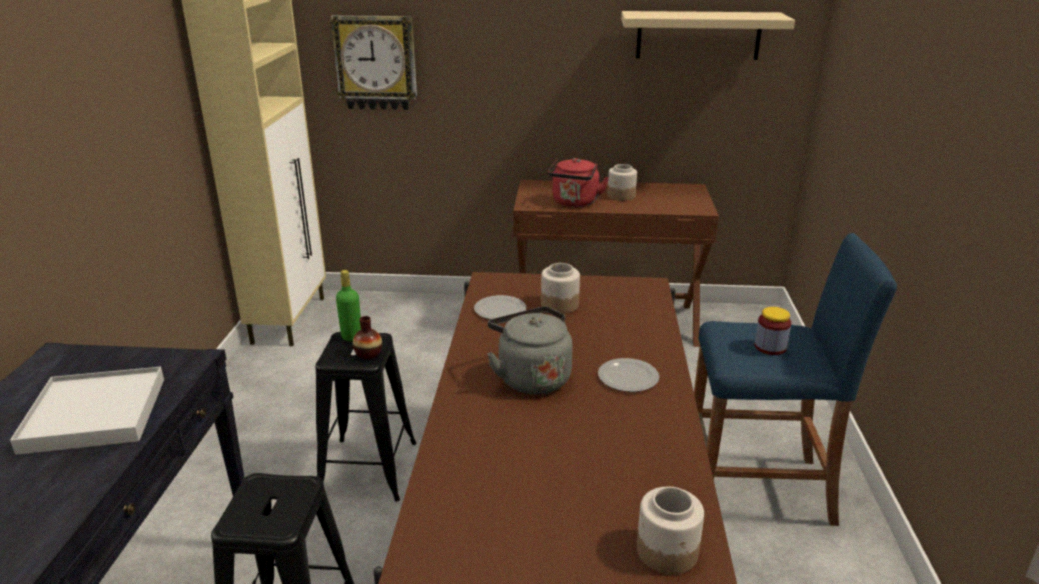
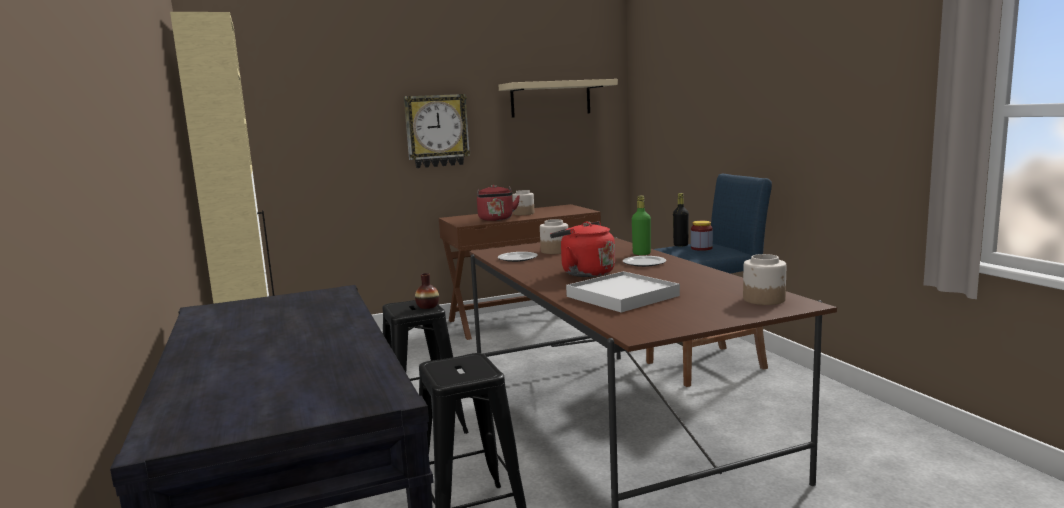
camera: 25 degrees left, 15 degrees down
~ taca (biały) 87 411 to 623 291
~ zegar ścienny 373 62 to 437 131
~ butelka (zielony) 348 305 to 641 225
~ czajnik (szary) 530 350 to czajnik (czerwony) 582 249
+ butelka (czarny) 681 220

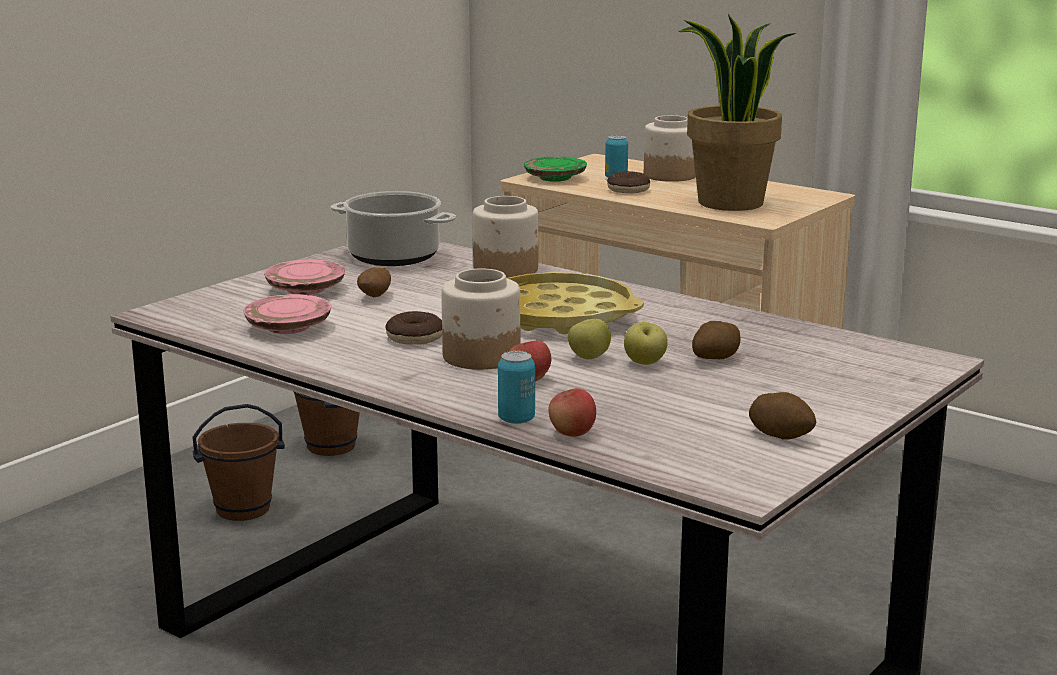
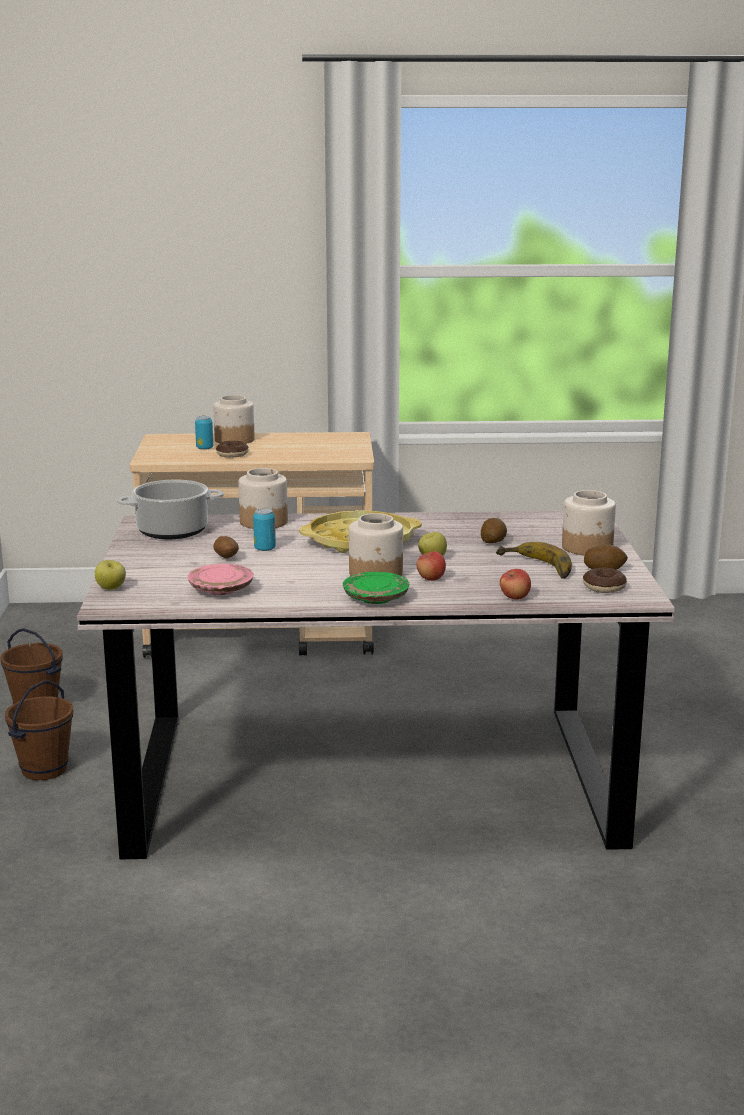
camera: 40 degrees left, 0 degrees up
- talerz (różowy) 304 277
~ donut 414 328 to 605 580
~ puszka 516 387 to 264 529
~ talerz (zielony) 555 169 to 376 588
~ jabłko 646 343 to 110 575
- roślina doniczkowa 737 112
+ banan 534 560
+ słoik 589 522

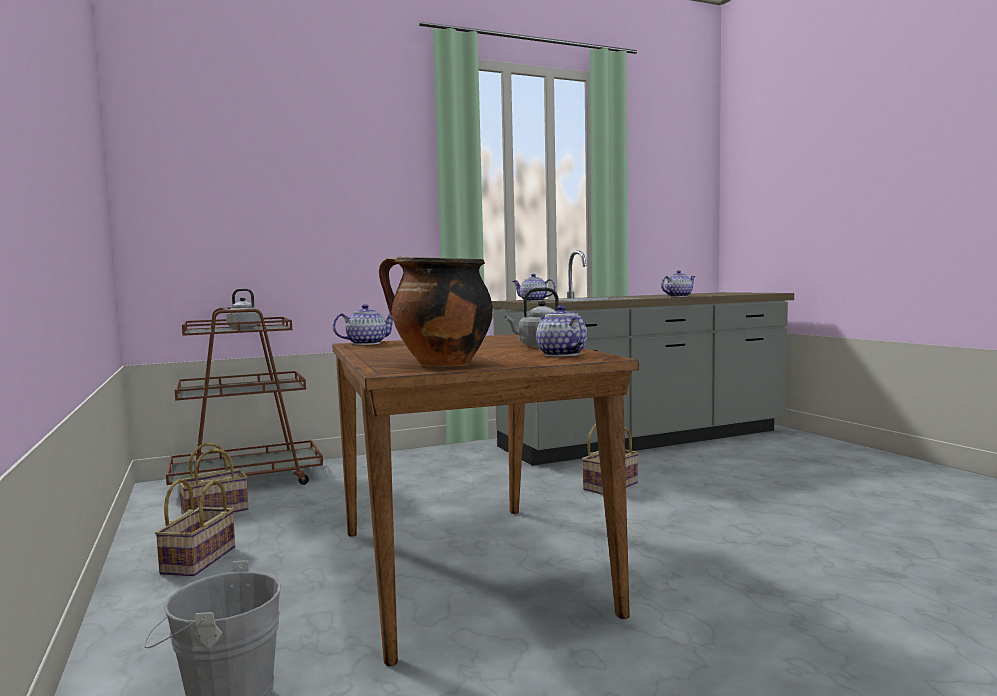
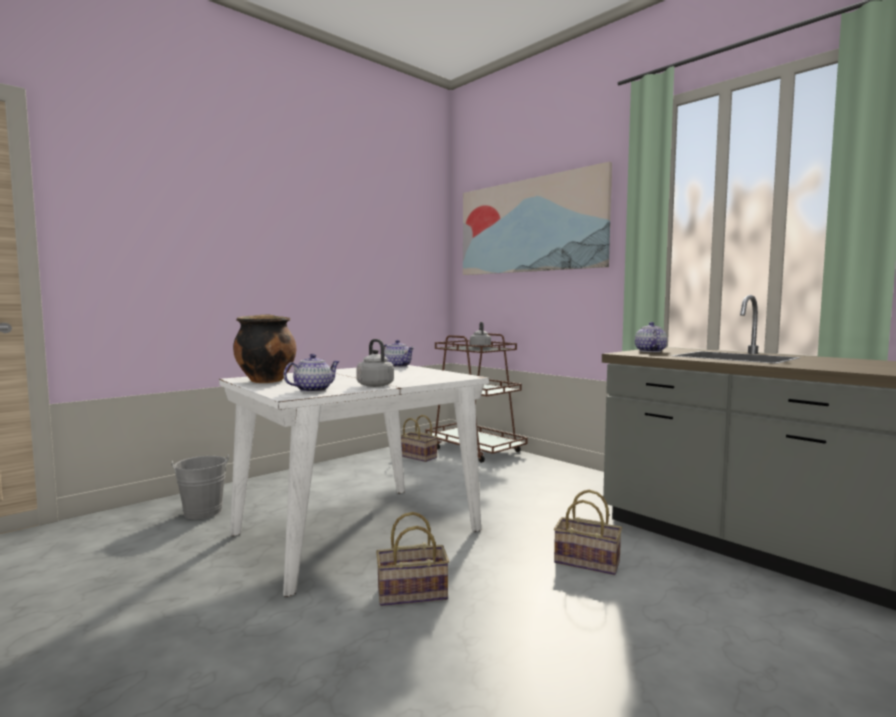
camera: 70 degrees right, 0 degrees up
~ koszyk 195 527 to 412 559
~ stół jadalny (brązowy) 485 500 to stół jadalny (biały) 354 481
- imbryk 678 283
+ obraz 537 218

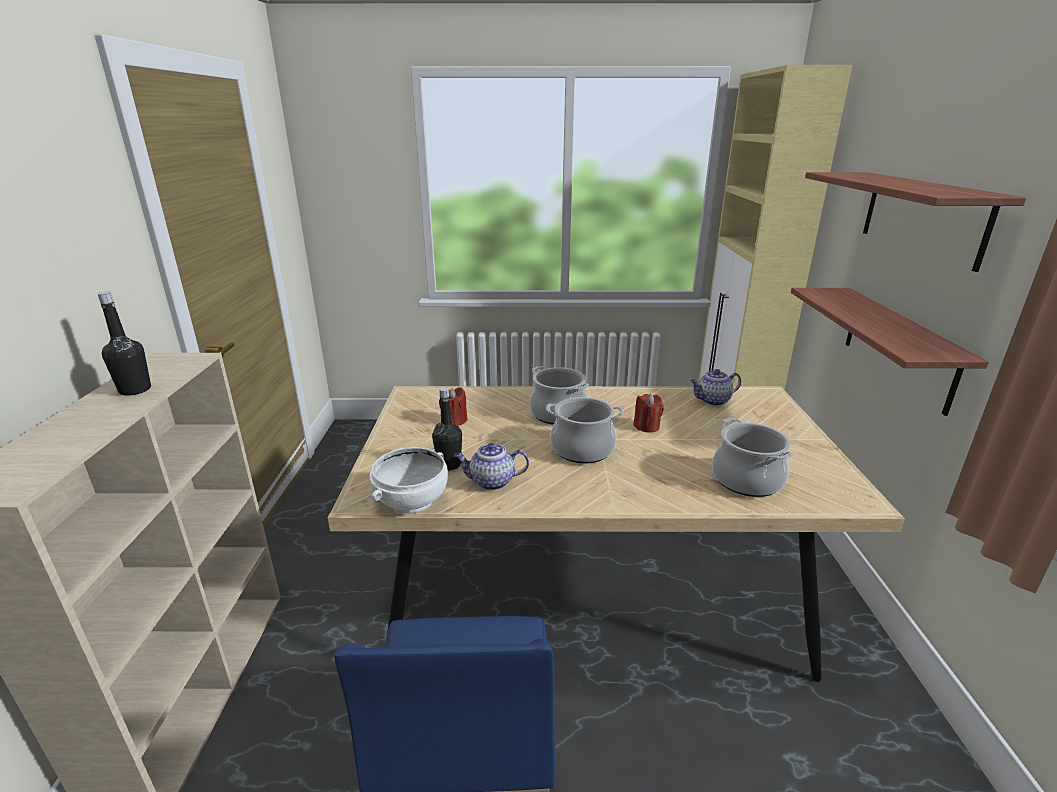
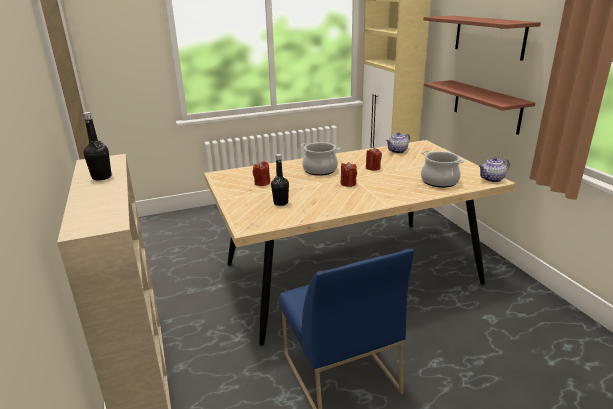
camera: 20 degrees left, 0 degrees up
- miska (biały) 409 480
~ imbryk 491 466 to 494 169
~ garnek 585 430 to świeca (czerwony) 348 174

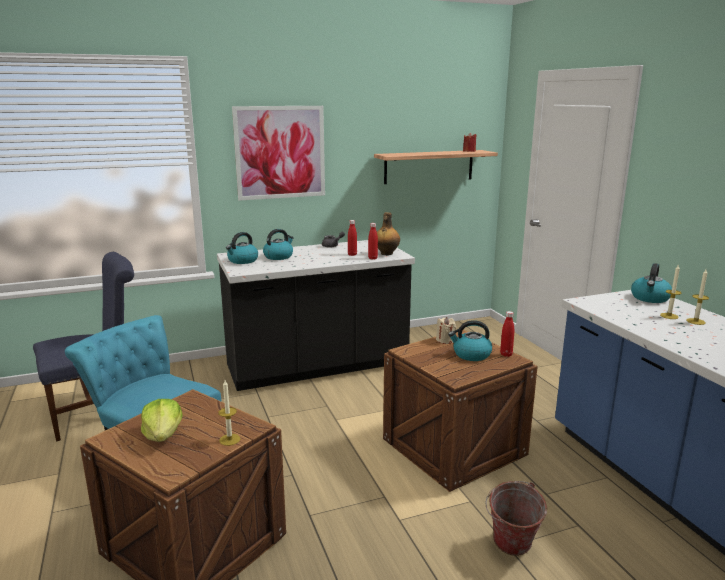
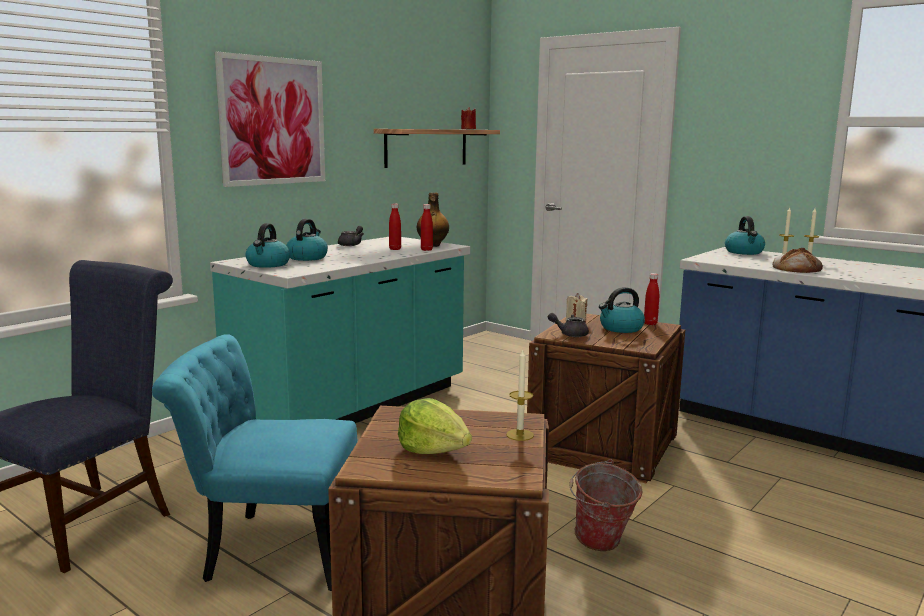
camera: 30 degrees left, 5 degrees down
~ zabudowa kuchenna (czarny) 316 315 to zabudowa kuchenna (turkusowy) 340 330
~ wiadro 516 518 to 606 505
+ imbryk (szary) 568 325
+ chleb 797 260

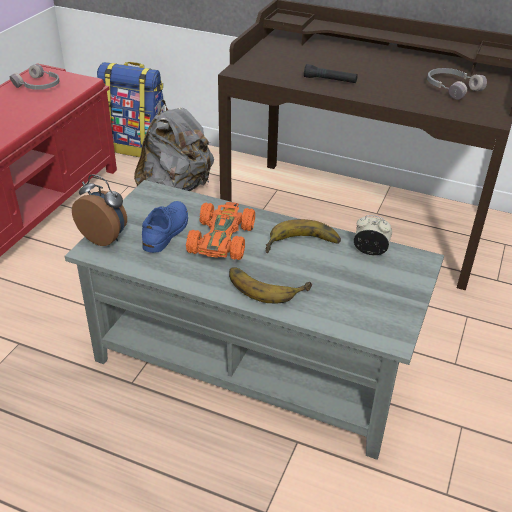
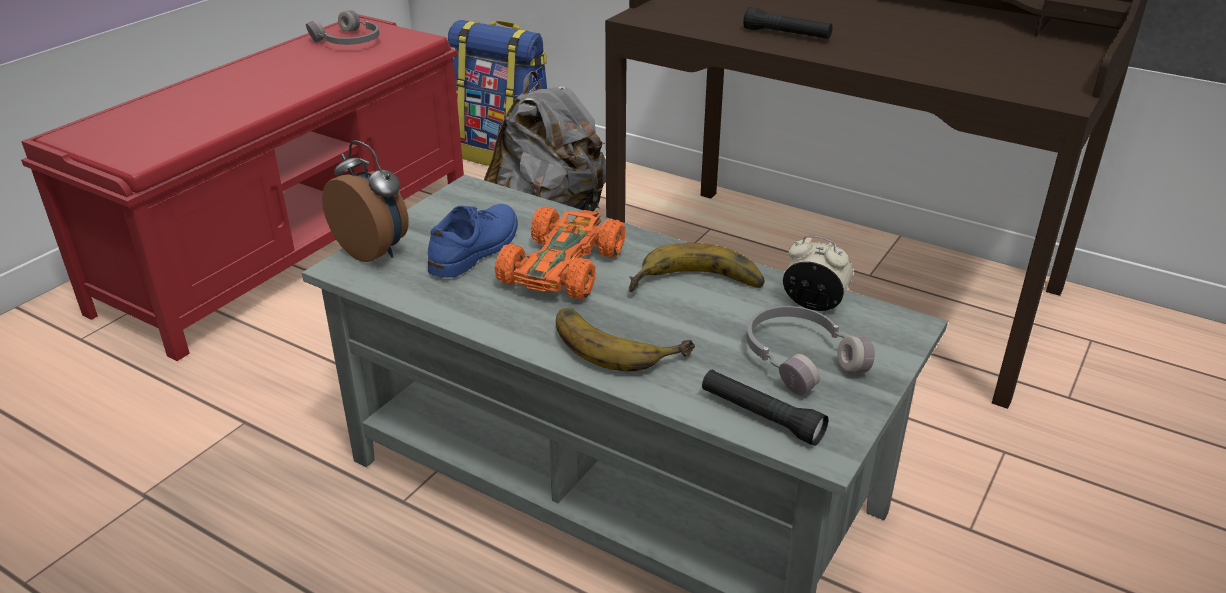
camera: 10 degrees right, 5 degrees down
~ słuchawki (szary) 457 84 to 810 350
+ latarka (czarny) 765 408

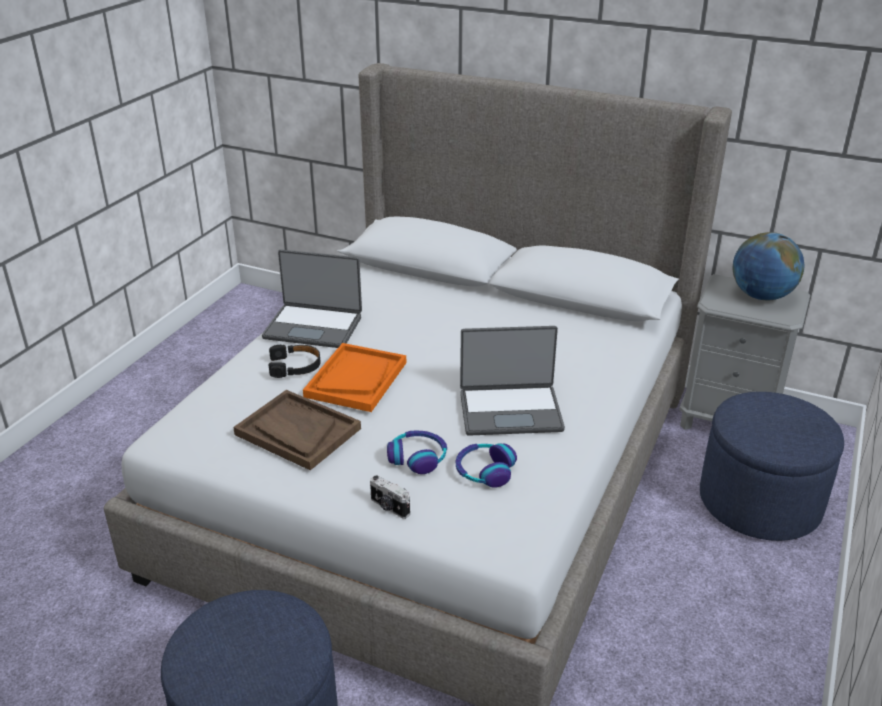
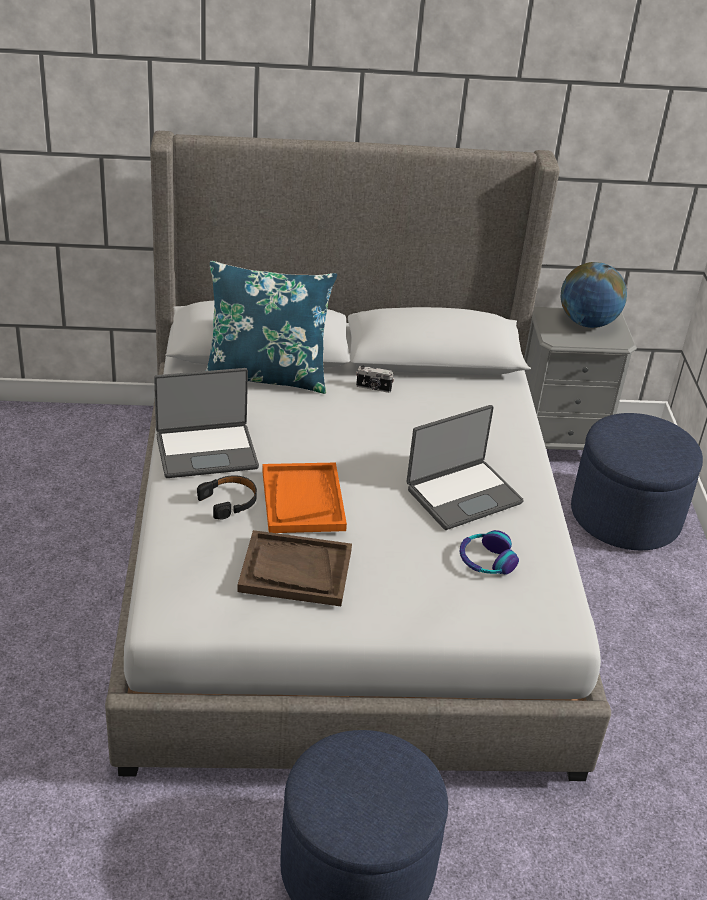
camera: 30 degrees left, 5 degrees up
~ aparat fotograficzny 390 497 to 375 379
- słuchawki 417 452
+ poduszka (niebieski) 271 327

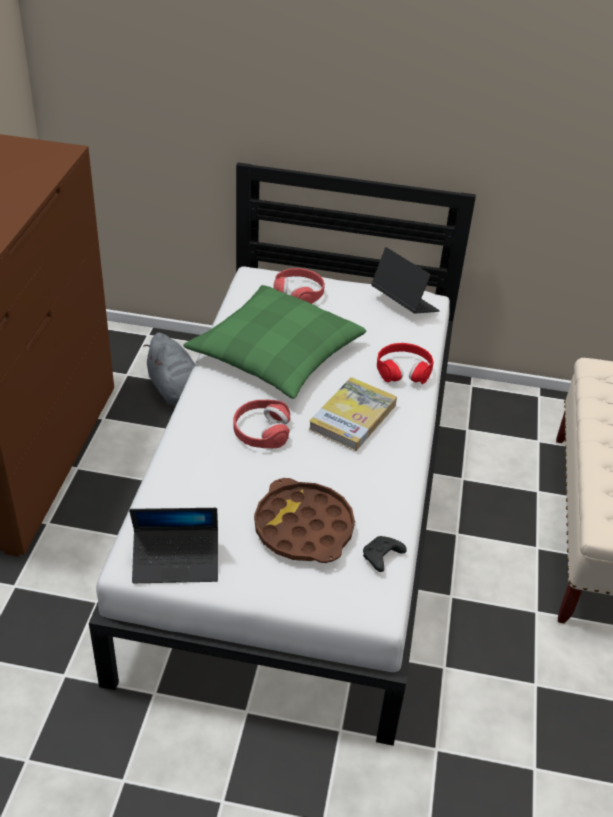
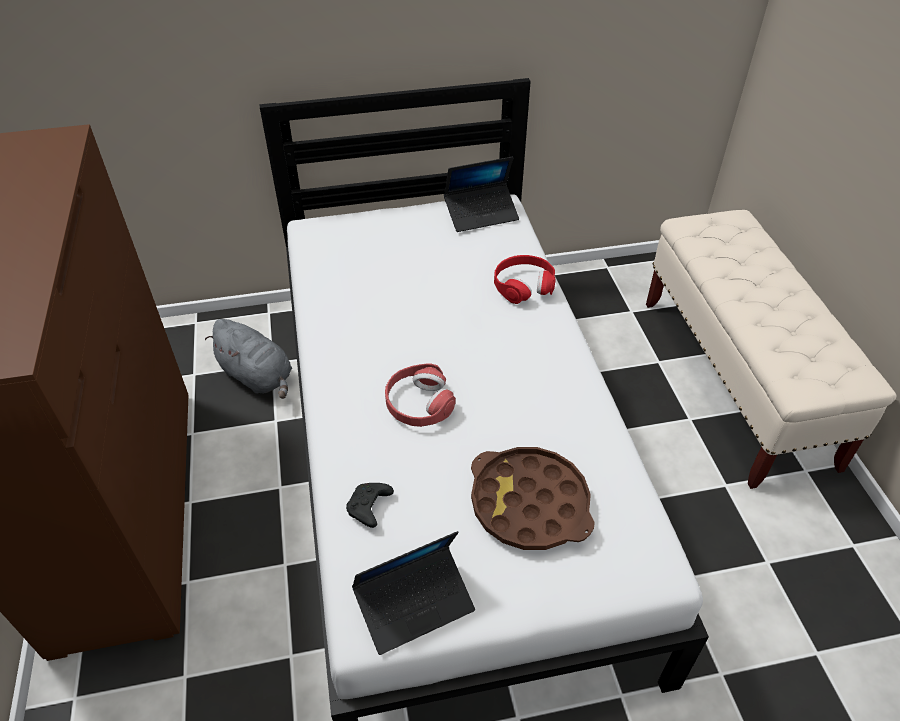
camera: 20 degrees left, 5 degrees up
- poduszka (zielony) 275 342
- słuchawki (czerwony) 299 286
- książka 352 414
~ pad do gier (czarny) 385 554 to 370 505
~ laptop 405 280 = 481 194 135 degrees clockwise

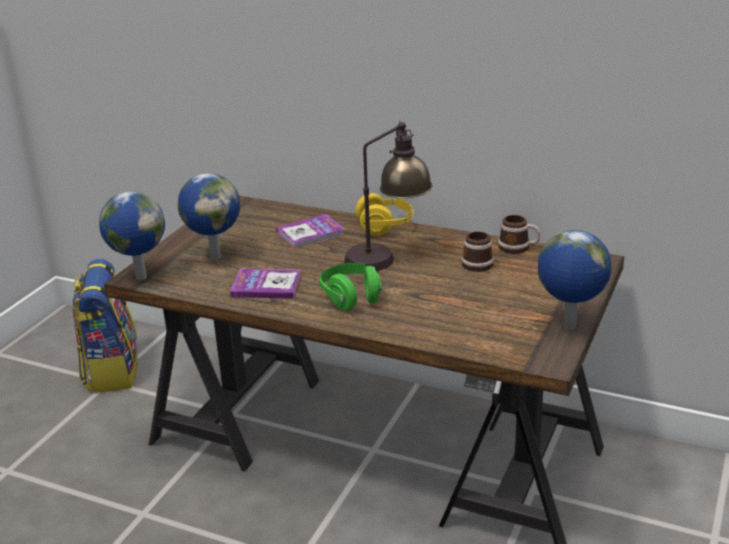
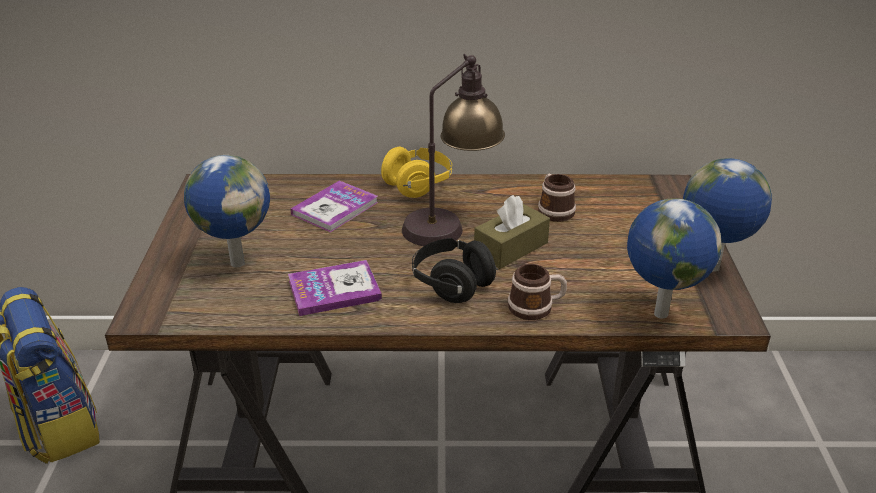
camera: 25 degrees left, 5 degrees up
~ globus 132 235 to 674 258
~ słuchawki (zielony) 350 287 to słuchawki (czarny) 455 270
~ kubek 519 234 to 537 292
+ pudełko chusteczek (brązowy) 512 232

